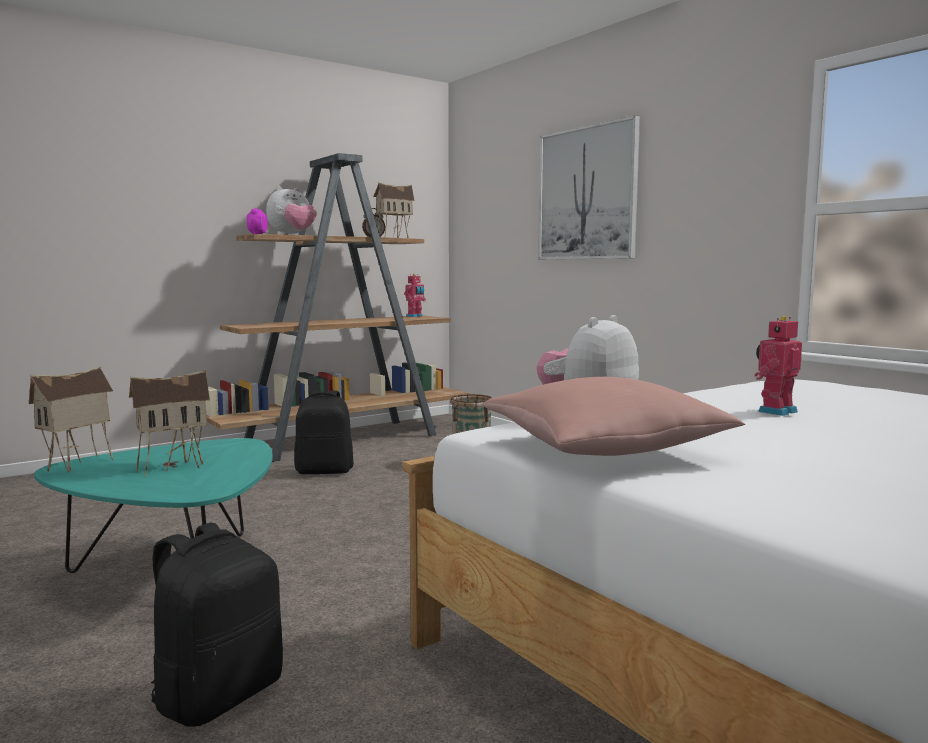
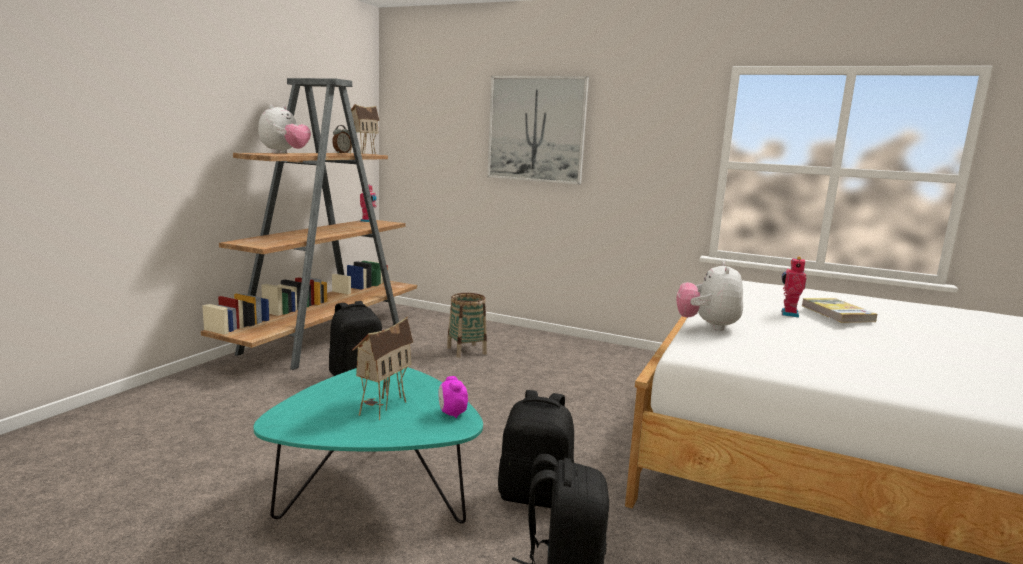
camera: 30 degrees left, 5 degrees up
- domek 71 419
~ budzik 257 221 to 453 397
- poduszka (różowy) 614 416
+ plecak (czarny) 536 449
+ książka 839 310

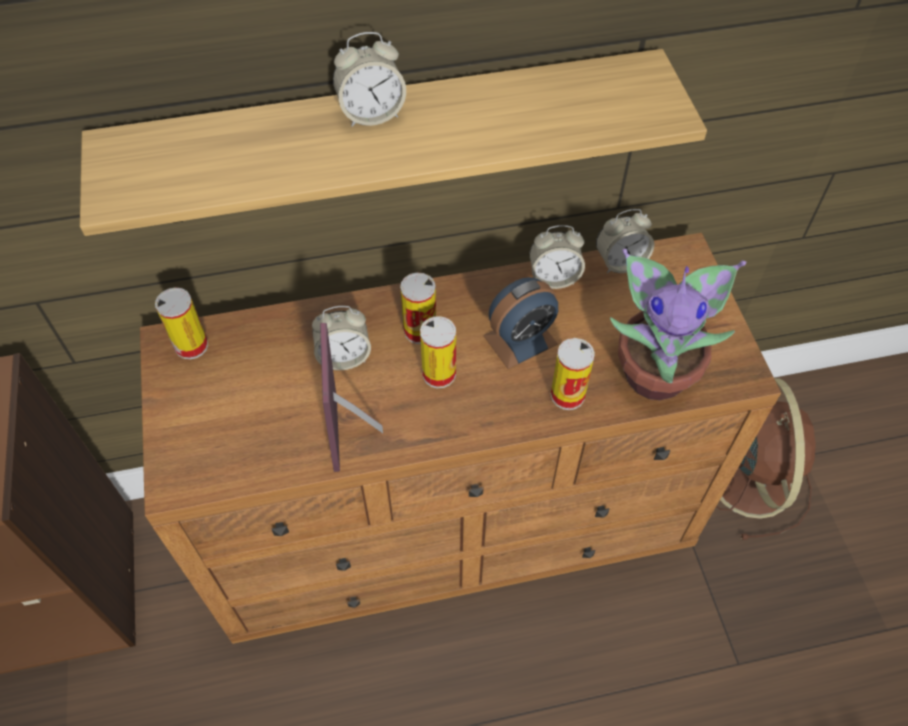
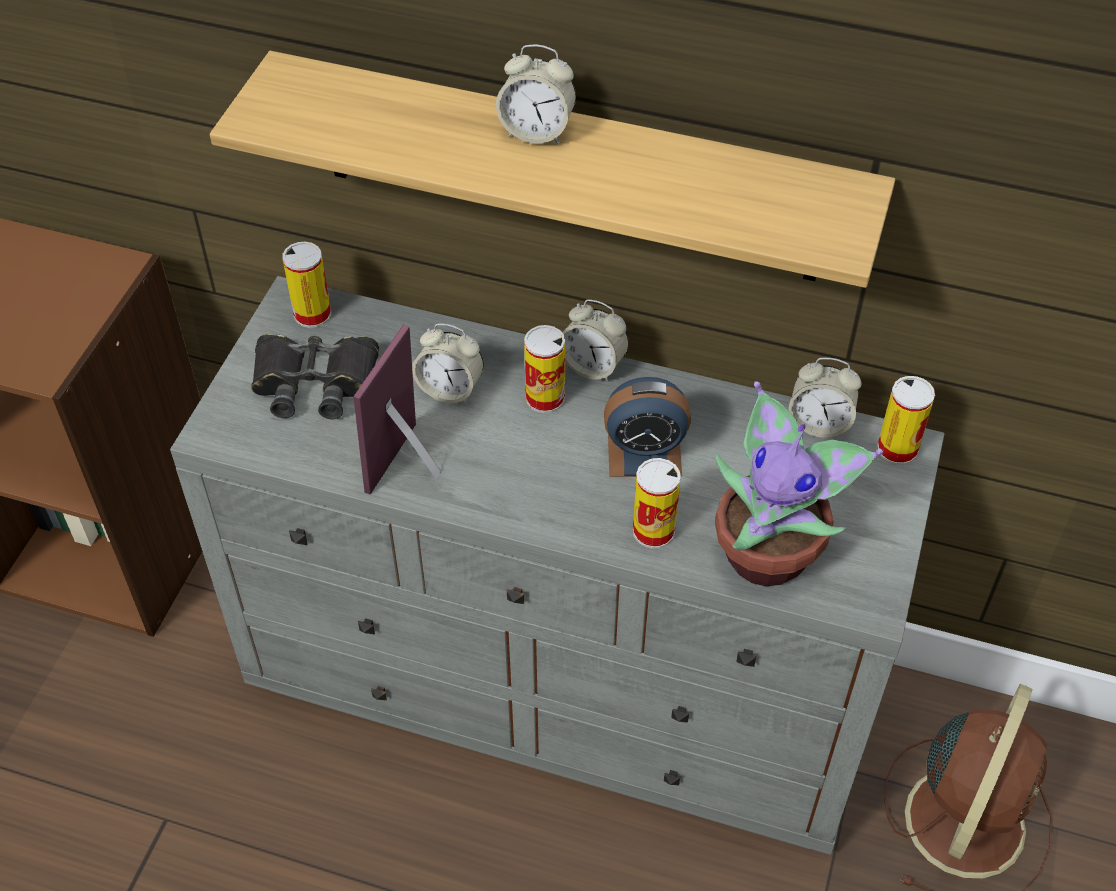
camera: 30 degrees right, 5 degrees down
~ komoda (brązowy) 460 438 to komoda (szary) 557 565
~ puszka 438 352 to 906 420
~ budzik 557 257 to 595 340
+ lornetka (czarny) 315 376

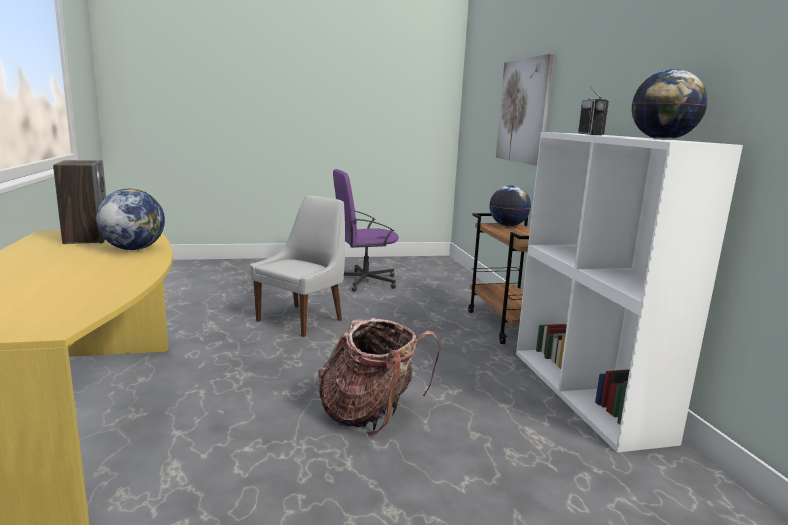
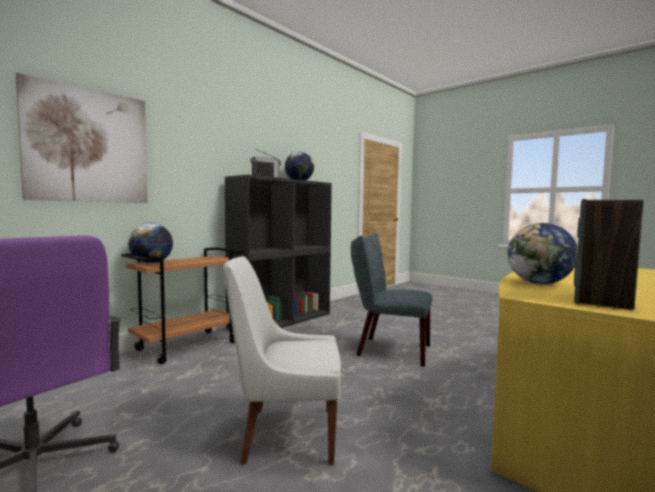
camera: 125 degrees left, 10 degrees down
~ plecak 379 376 to krzesło (szary) 391 300
~ regał (biały) 629 292 to regał (czarny) 278 252

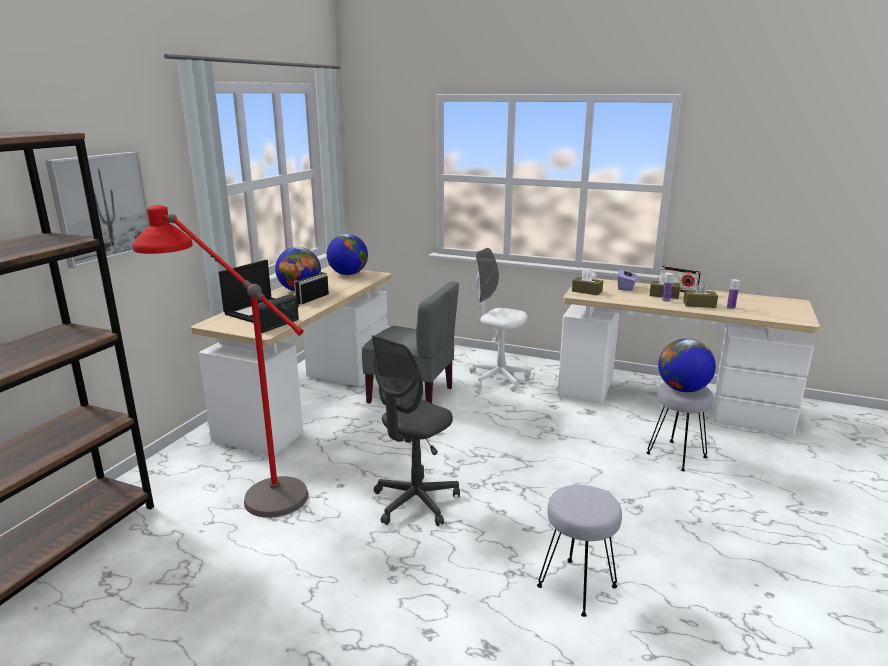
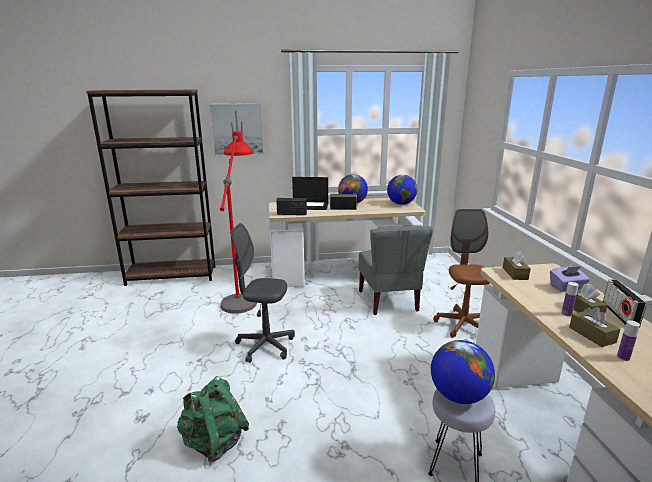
camera: 60 degrees right, 0 degrees up
~ krzesło biurowe (biały) 500 320 to krzesło biurowe (brązowy) 461 273
~ stołek (szary) 579 551 to plecak (zielony) 213 419

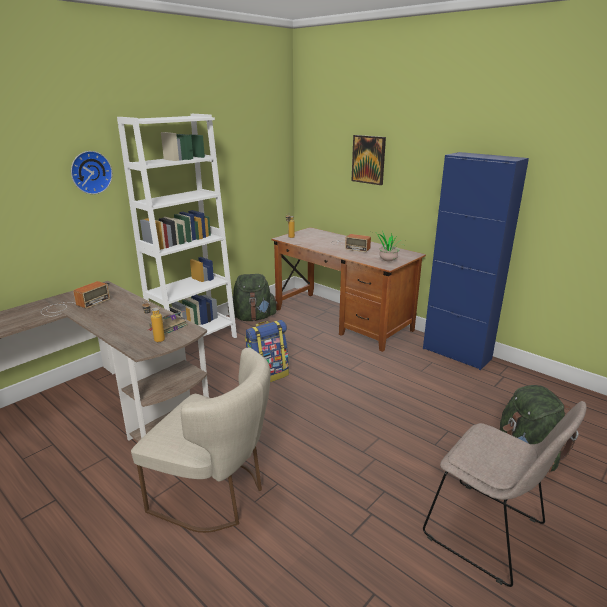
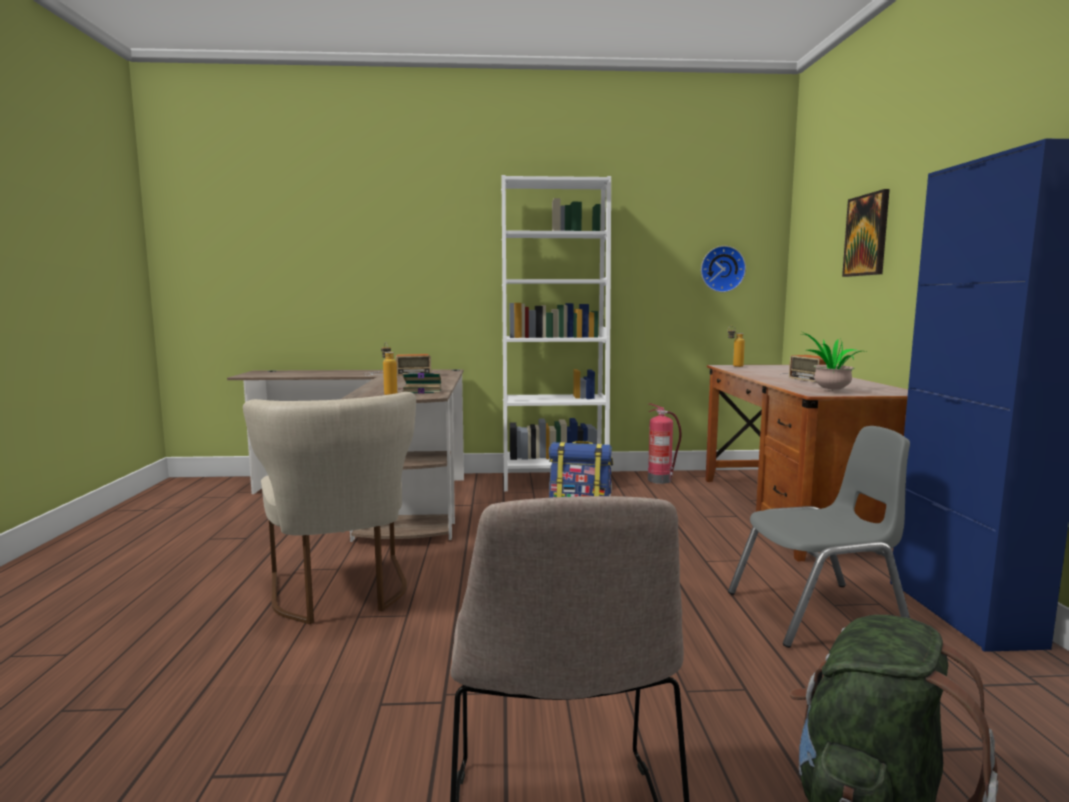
camera: 45 degrees right, 15 degrees down
~ zegar ścienny 91 172 to 723 269
~ plecak (zielony) 253 297 to gaśnica 664 443
+ krzesło (szary) 819 537

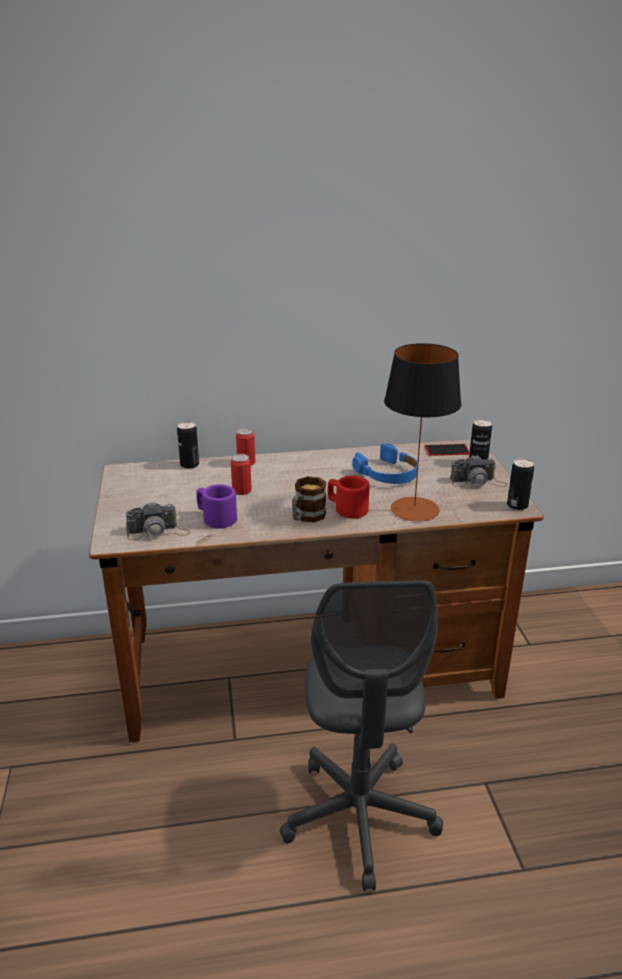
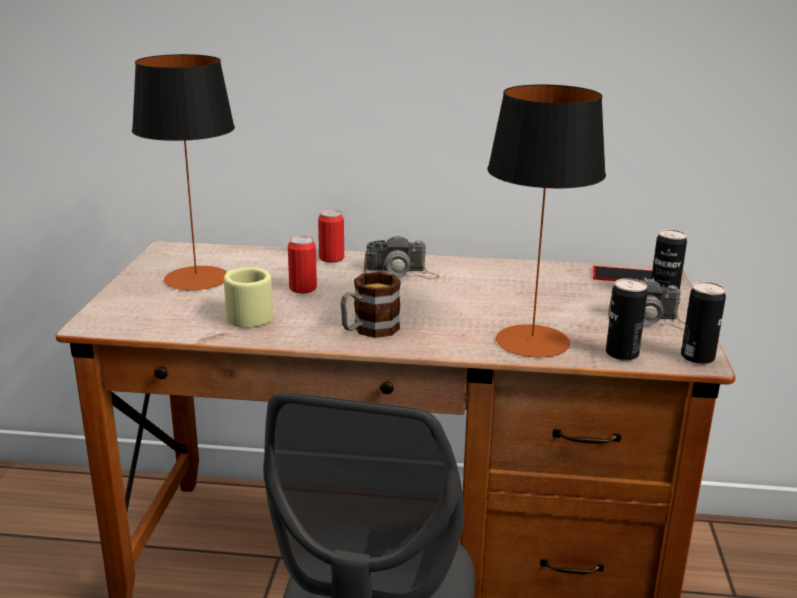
camera: 15 degrees right, 5 degrees down
~ aparat fotograficzny 158 520 to 401 257
~ puszka 188 445 to 627 319
~ kubek (fioletowy) 216 506 to kubek (beżowy) 248 297
- kubek (czerwony) 349 497
- słuchawki (niebieski) 385 463
+ lampa stołowa 183 172

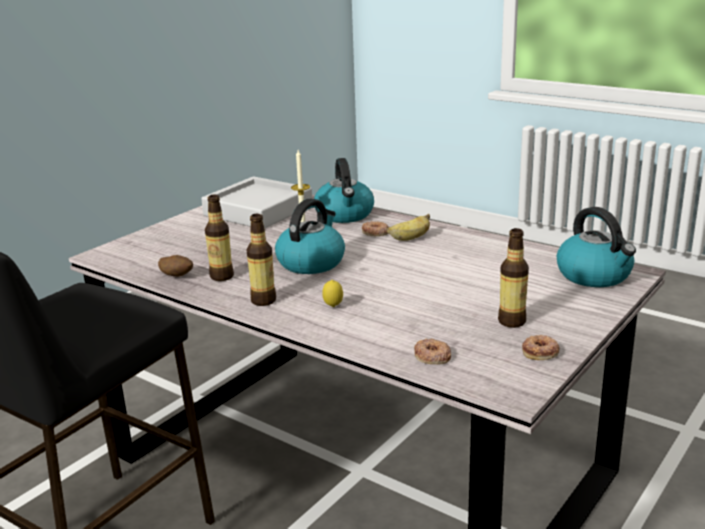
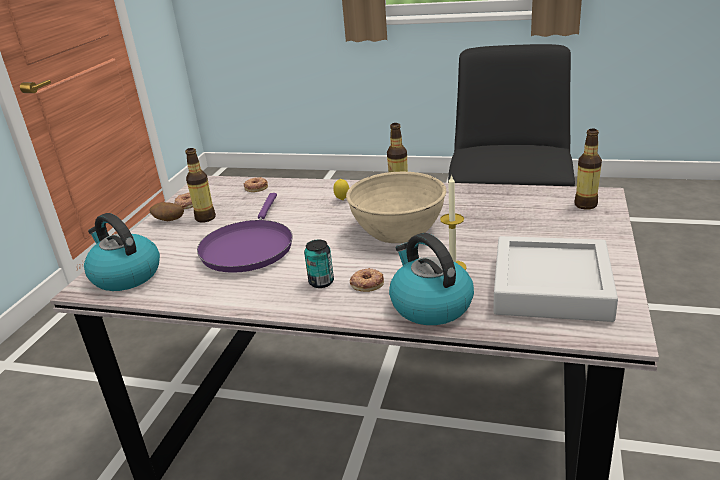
camera: 160 degrees right, 5 degrees up
~ ziemniak 175 266 to 166 211
~ butelka 219 238 to 588 169
~ czajnik 310 236 to miska (beżowy) 396 207
~ banan 408 227 to puszka 319 263
+ patelnia (fioletowy) 245 233

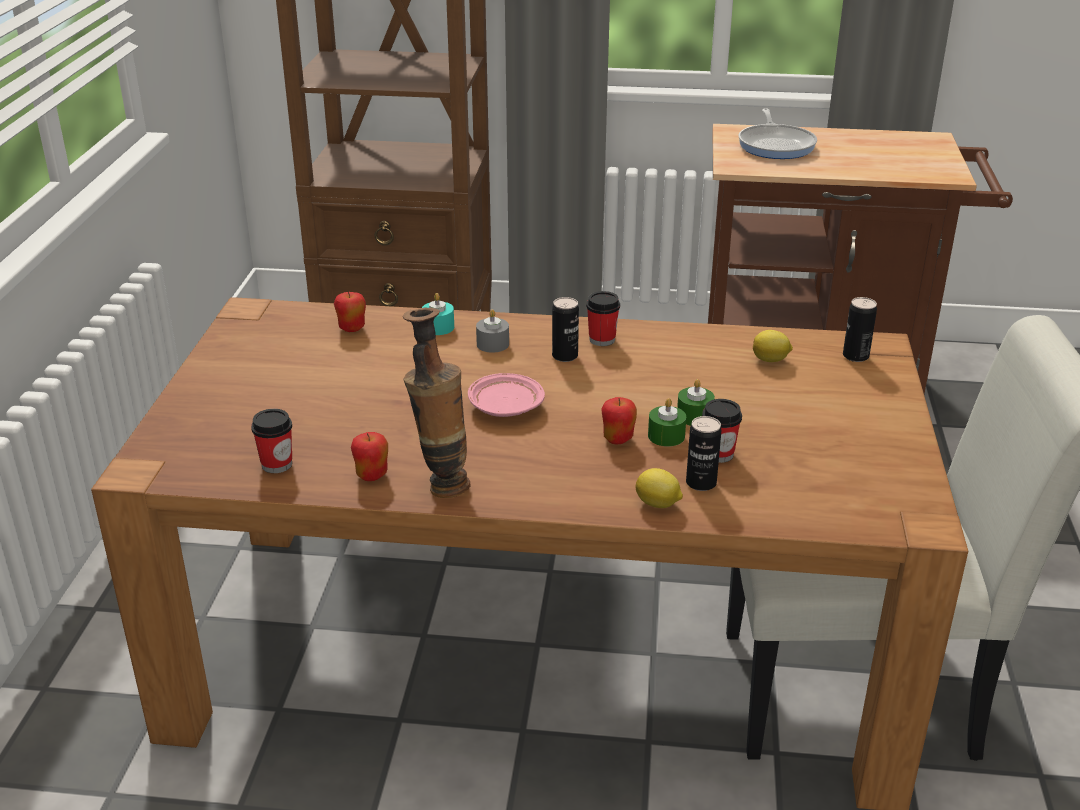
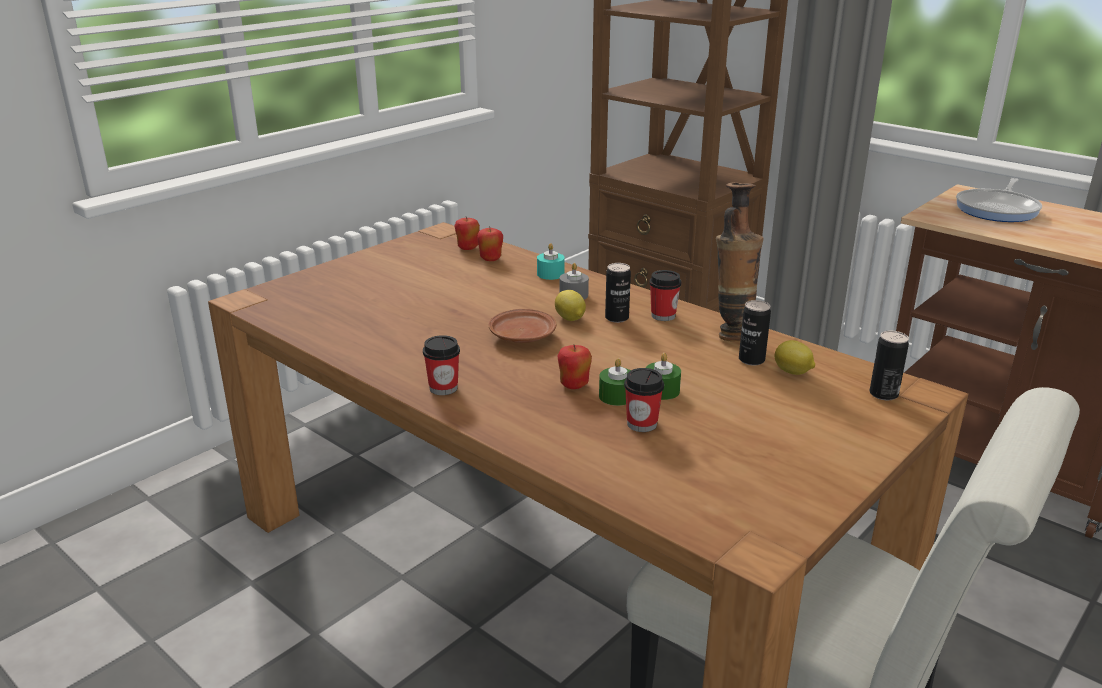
camera: 35 degrees right, 5 degrees down
~ filiżanka 271 441 to 441 365
~ jabłko 369 456 to 467 233
~ wazon 437 403 to 740 262
~ talerz (różowy) 506 395 to talerz (brązowy) 522 326
~ cytryna 659 488 to 570 305
~ puszka 703 453 to 755 332

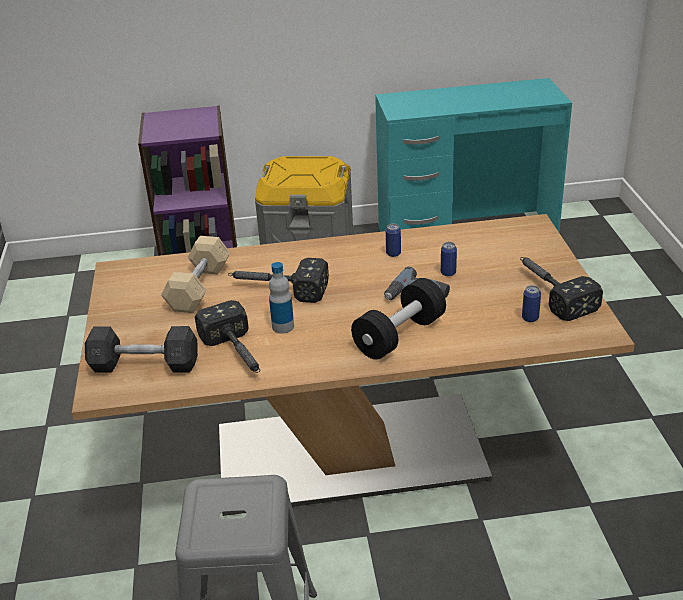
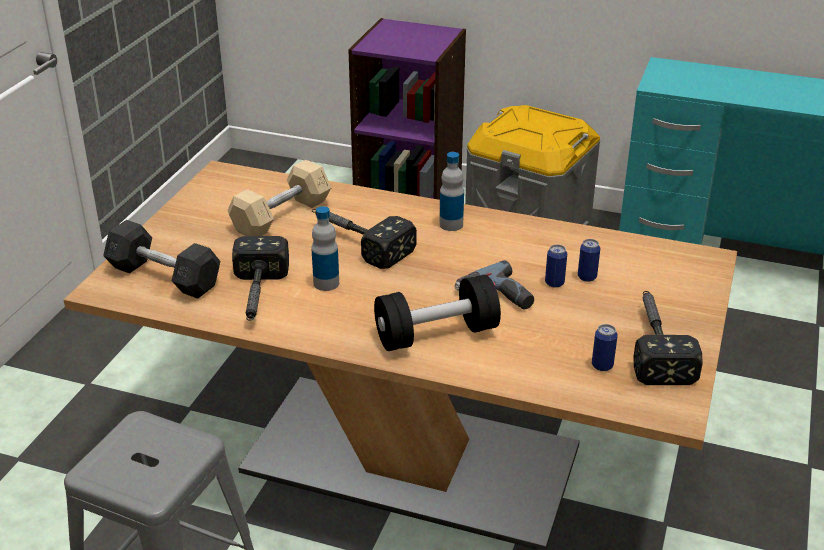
camera: 25 degrees right, 0 degrees up
~ puszka 393 240 to 589 260
+ butelka 451 191

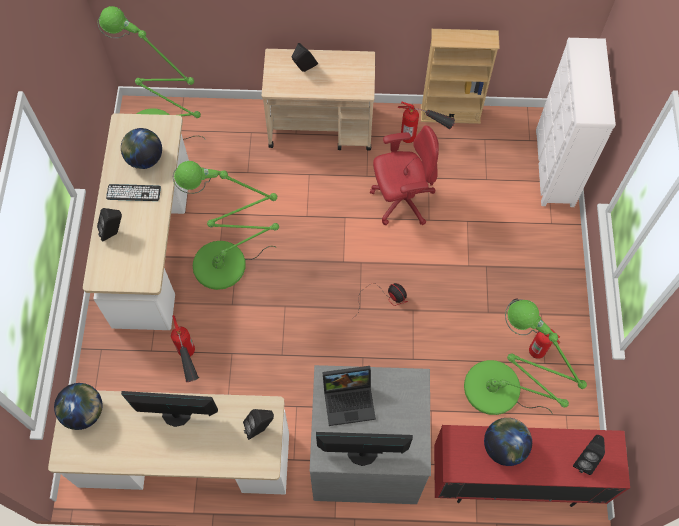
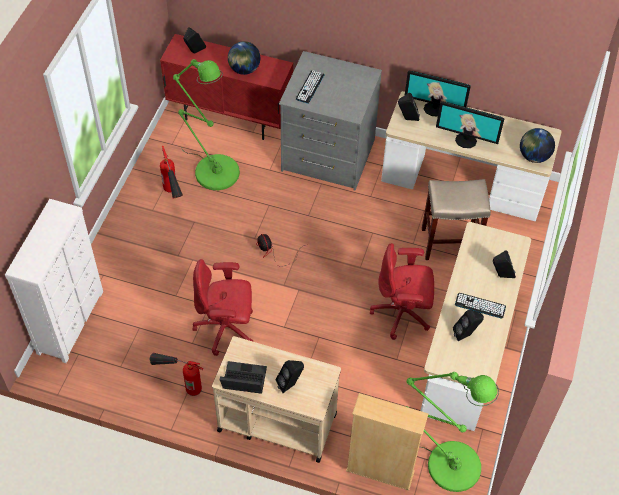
camera: 165 degrees left, 10 degrees down
~ globus 141 148 to głośnik (czarny) 468 325
~ gaśnica 185 348 to stołek (beżowy) 456 219
~ lampa stojąca (zielony) 226 225 to krzesło biurowe (czerwony) 402 291
~ monitor 364 449 to 438 93
~ laptop 349 396 to 243 377
~ regał (beżowy) 460 76 to 387 442
+ klawiatura 310 87

